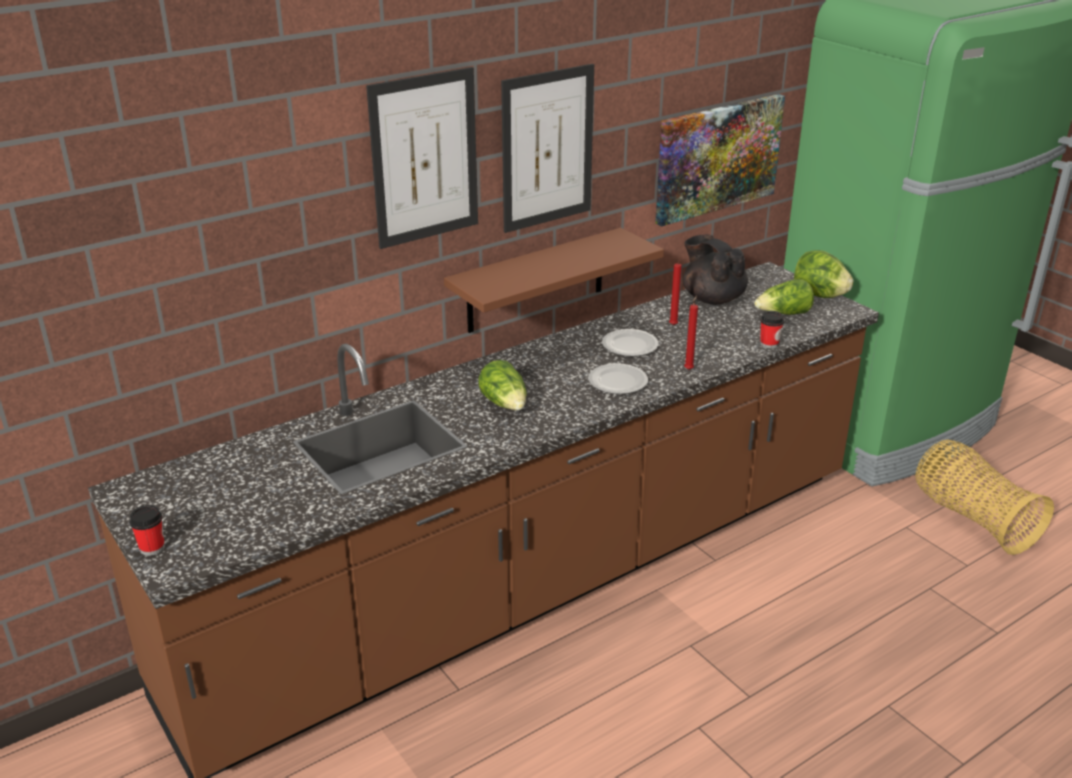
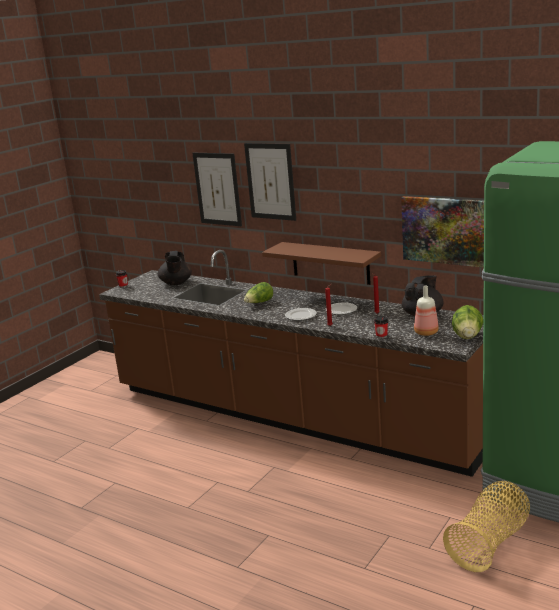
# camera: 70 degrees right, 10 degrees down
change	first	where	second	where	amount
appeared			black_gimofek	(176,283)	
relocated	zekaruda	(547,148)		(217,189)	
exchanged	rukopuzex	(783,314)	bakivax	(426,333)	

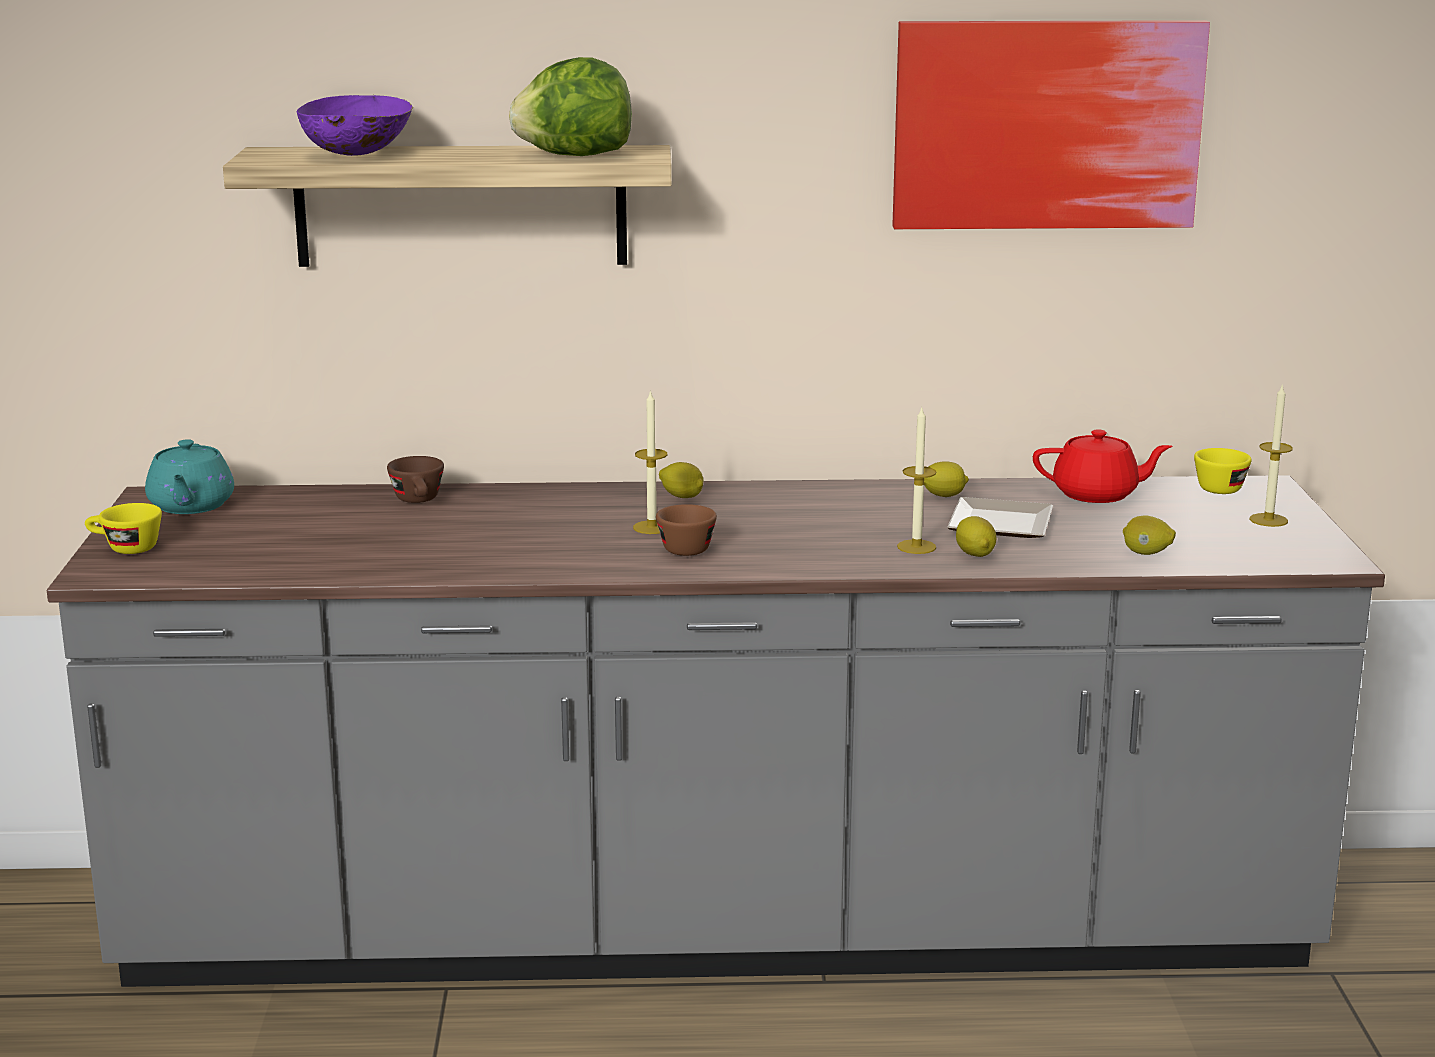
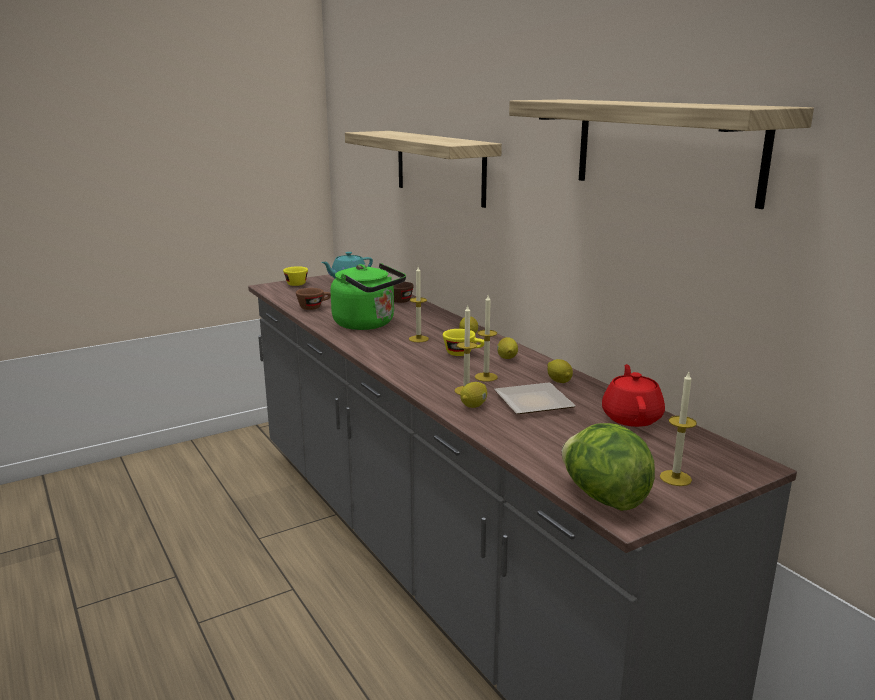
# camera: 60 degrees right, 0 degrees up
change	first	where	second	where	amount
relocated	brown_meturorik	(685,547)		(314,307)	
appeared			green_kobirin	(367,324)	
relocated	yellow_meturorik	(1223,487)		(463,353)	
appeared			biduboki	(486,377)	
relocated	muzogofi	(1146,553)		(507,358)	
exchanged	zekaruda	(1046,124)	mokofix	(664,148)	
relocated	rukopuzex	(575,156)		(603,497)	
spun	red_gimofek	(1097,494)		(631,417)	150 degrees counterclockwise
missing	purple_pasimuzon	(357,154)			

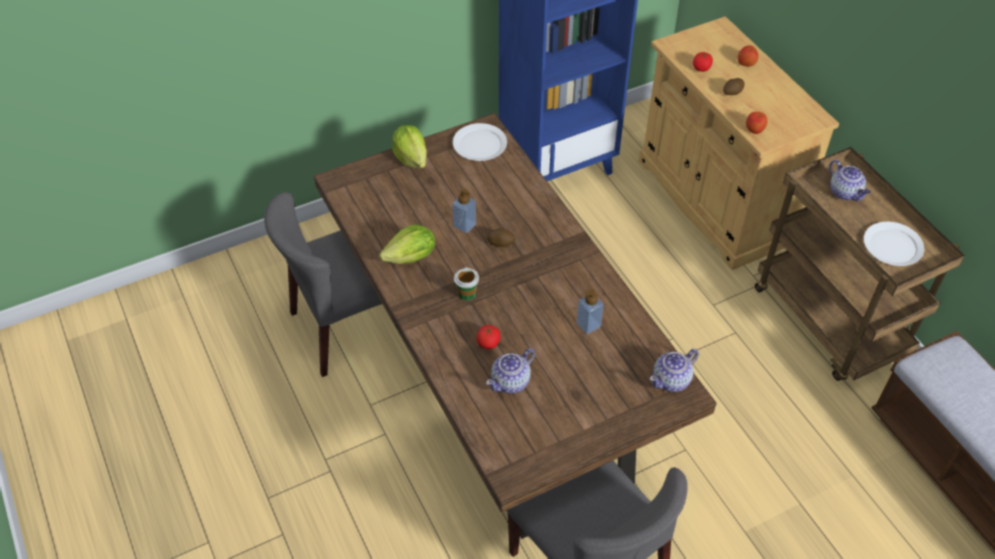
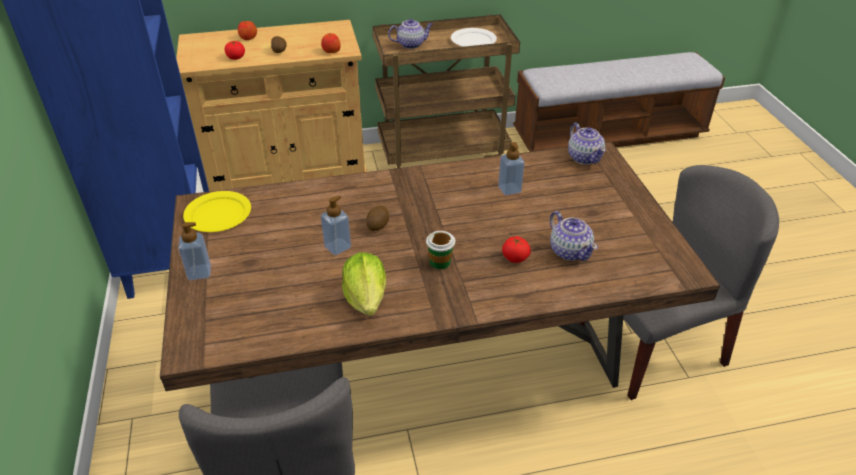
# camera: 75 degrees left, 10 degrees down
change	first	where	second	where	amount
exchanged	rukopuzex	(411,158)	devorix	(199,272)	
colour	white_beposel	(479,144)	yellow_beposel	(217,214)	

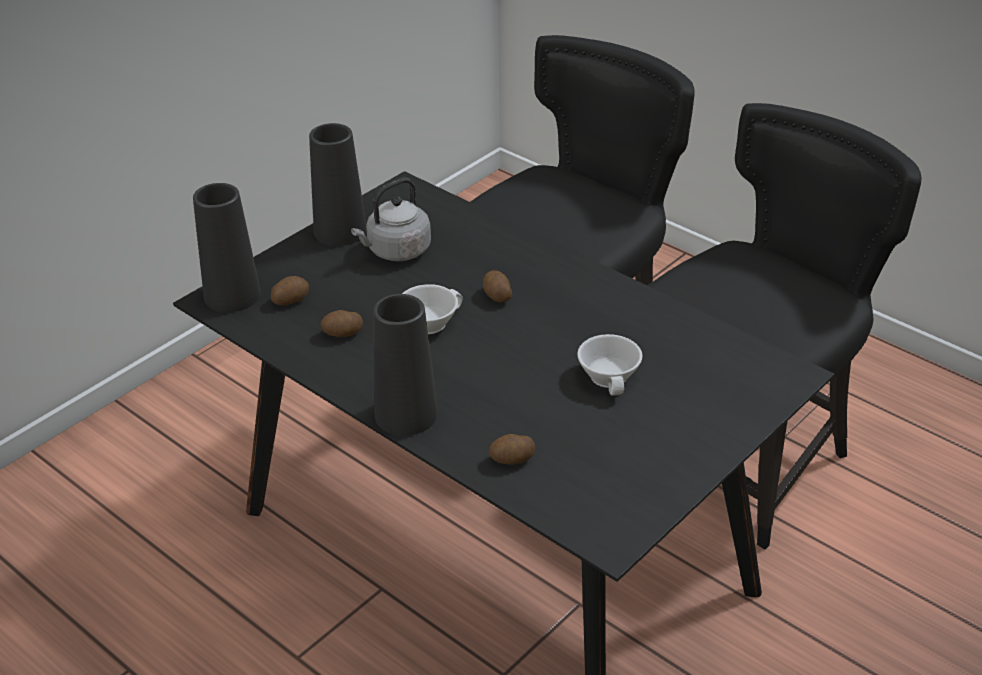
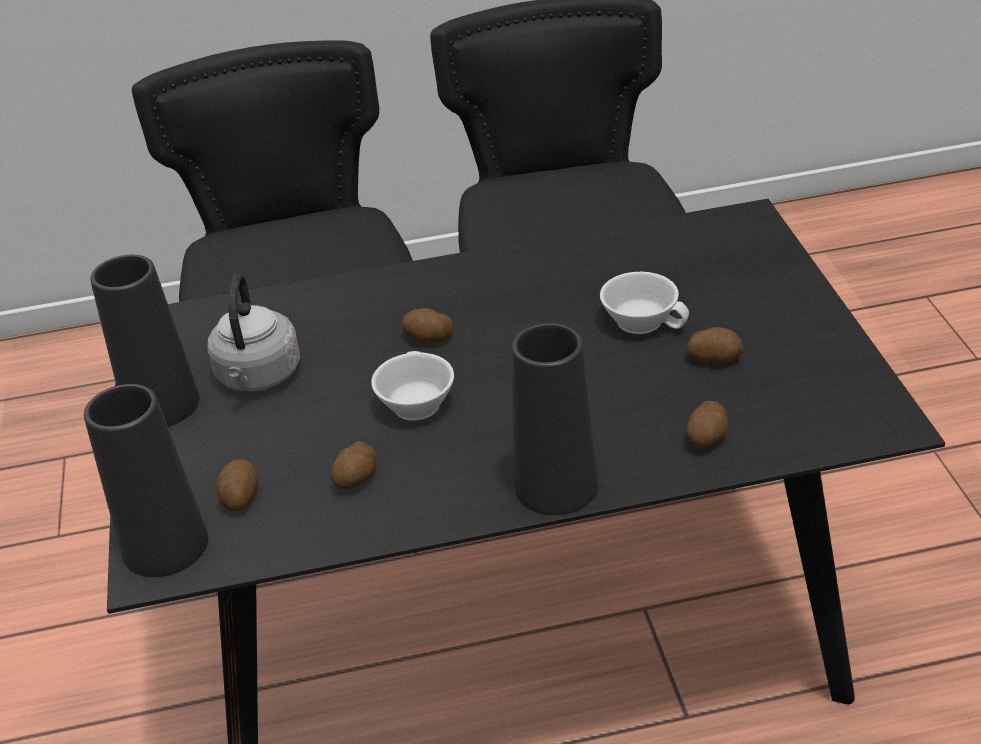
# camera: 50 degrees left, 0 degrees up
change	first	where	second	where	amount
appeared			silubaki	(714,358)	

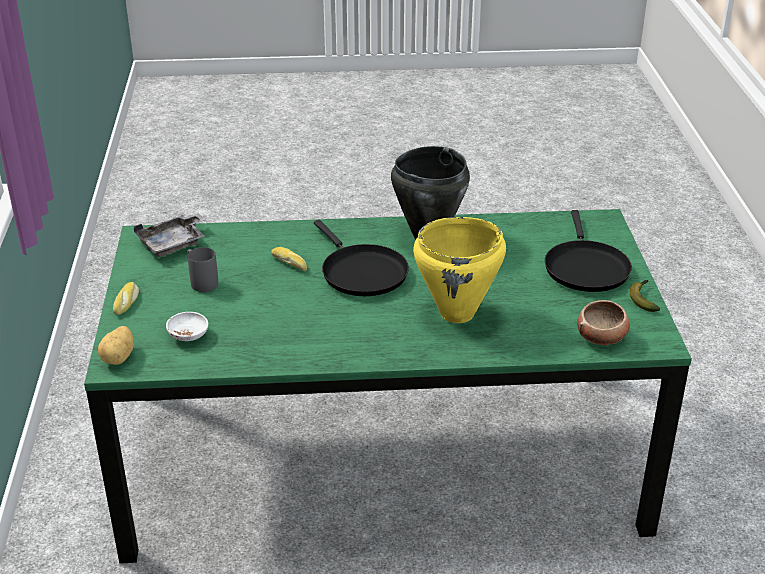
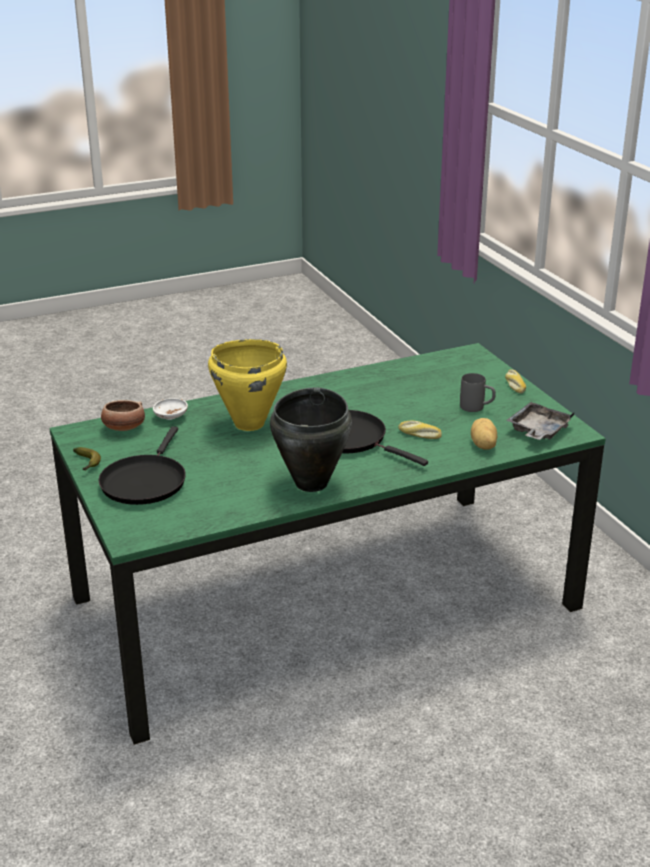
# camera: 160 degrees right, 5 degrees down
change	first	where	second	where	amount
spun	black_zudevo	(585,267)		(144,481)	150 degrees counterclockwise
relocated	white_pasimuzon	(188,336)		(171,417)	
relocated	silubaki	(119,358)		(482,445)	

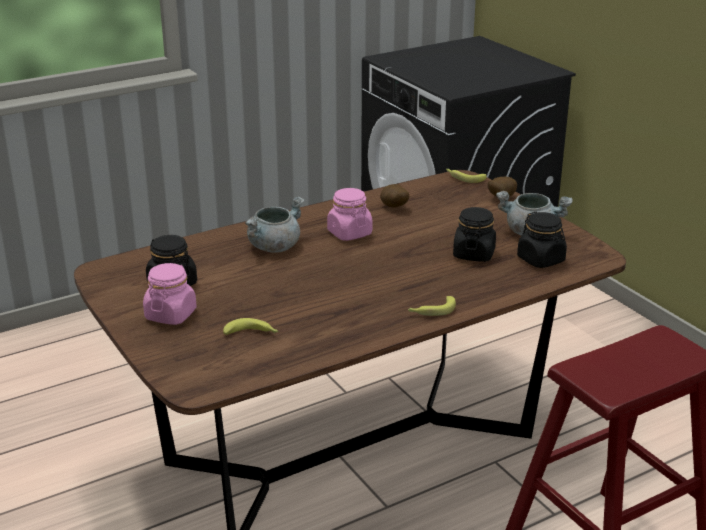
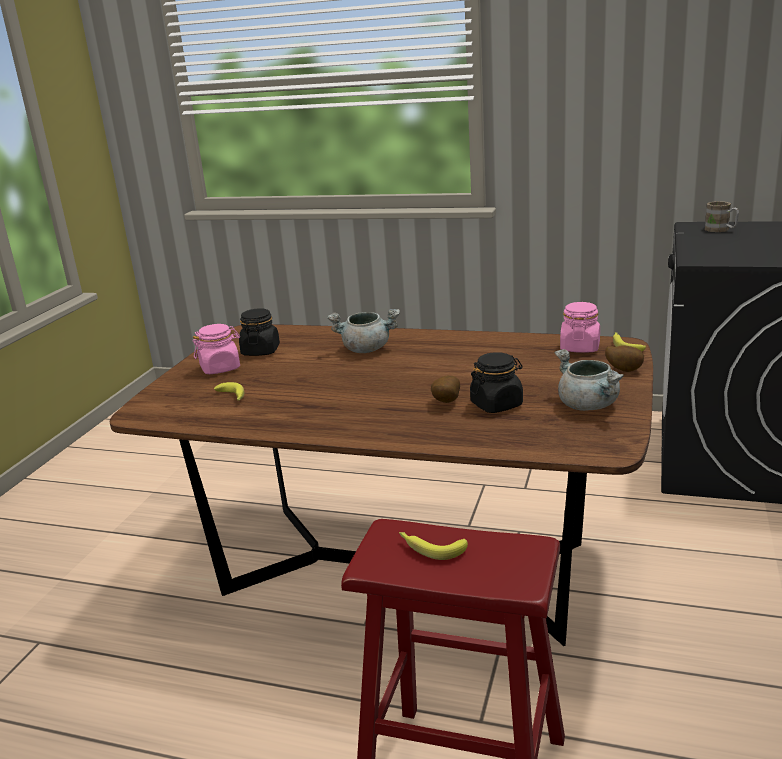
# camera: 50 degrees right, 5 degrees down
change	first	where	second	where	amount
relocated	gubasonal	(431,311)		(431,548)	
relocated	silubaki	(393,207)		(445,403)	
relocated	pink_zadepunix	(349,233)		(580,347)	
appeared			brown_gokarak	(721,230)	
missing	black_zadepunix	(541,260)			

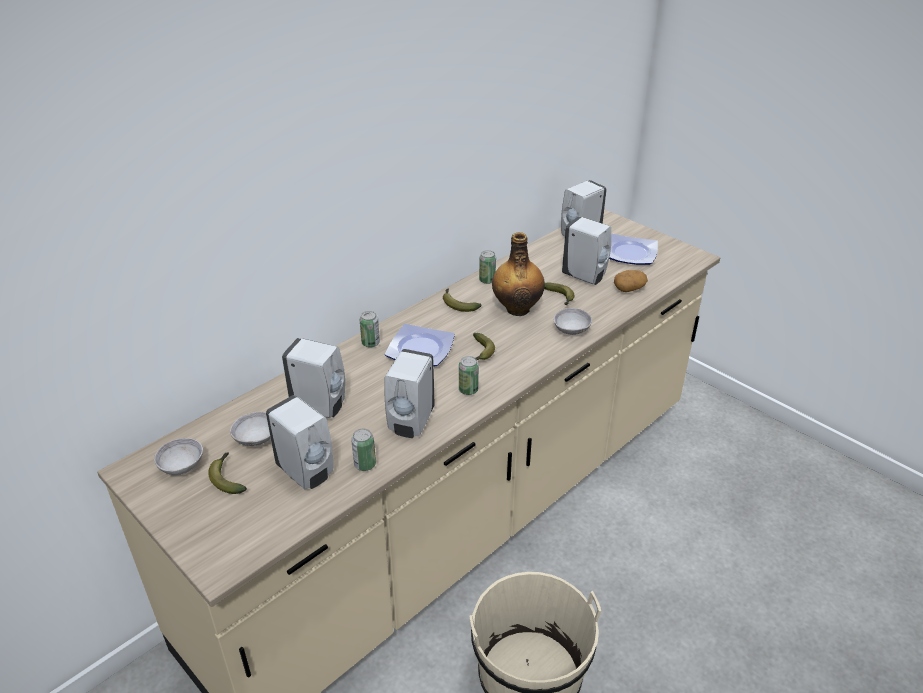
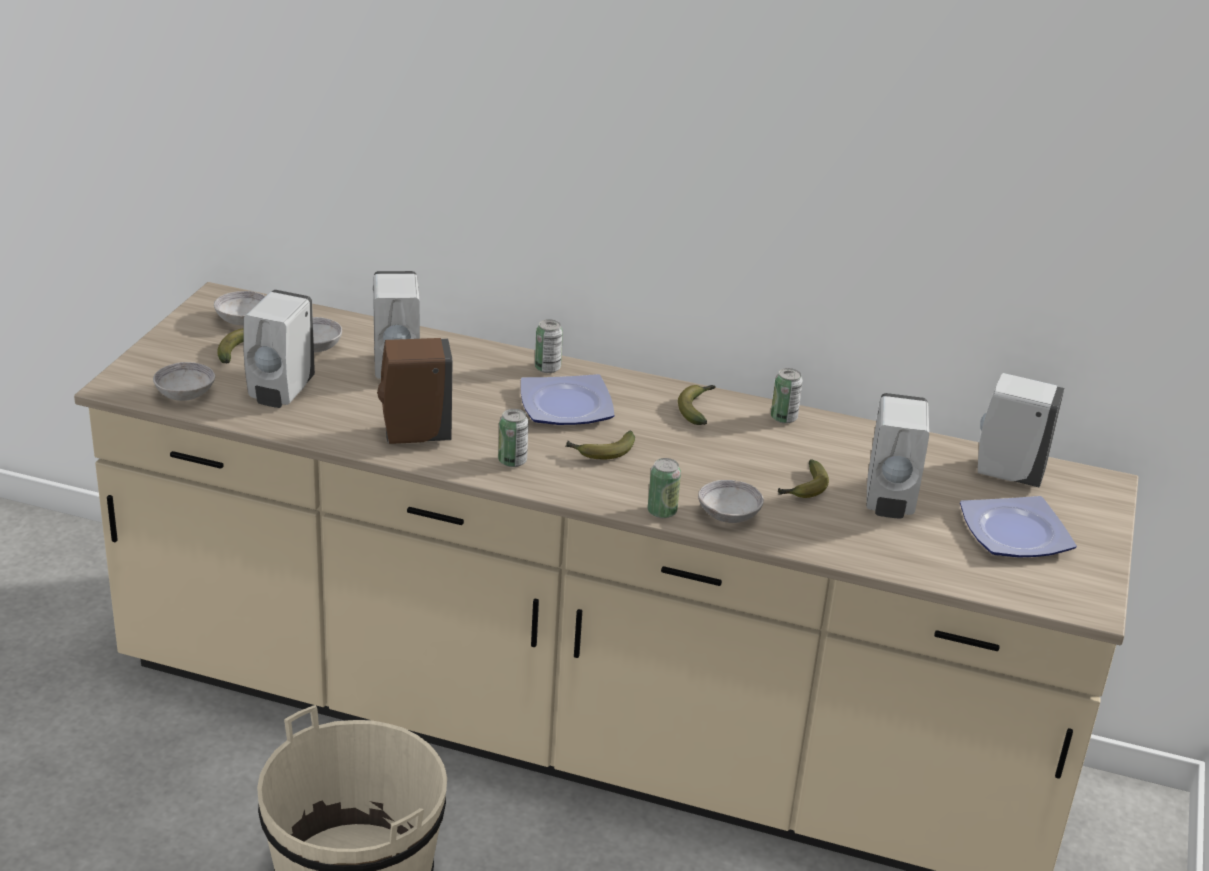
# camera: 60 degrees right, 5 degrees down
change	first	where	second	where	amount
appeared			grey_pasimuzon	(185,395)	
colour	white_devorix	(411,423)	brown_devorix	(413,436)	
relocated	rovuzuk	(365,464)		(662,512)	
missing	bakivax	(517,308)			
missing	silubaki	(629,288)			

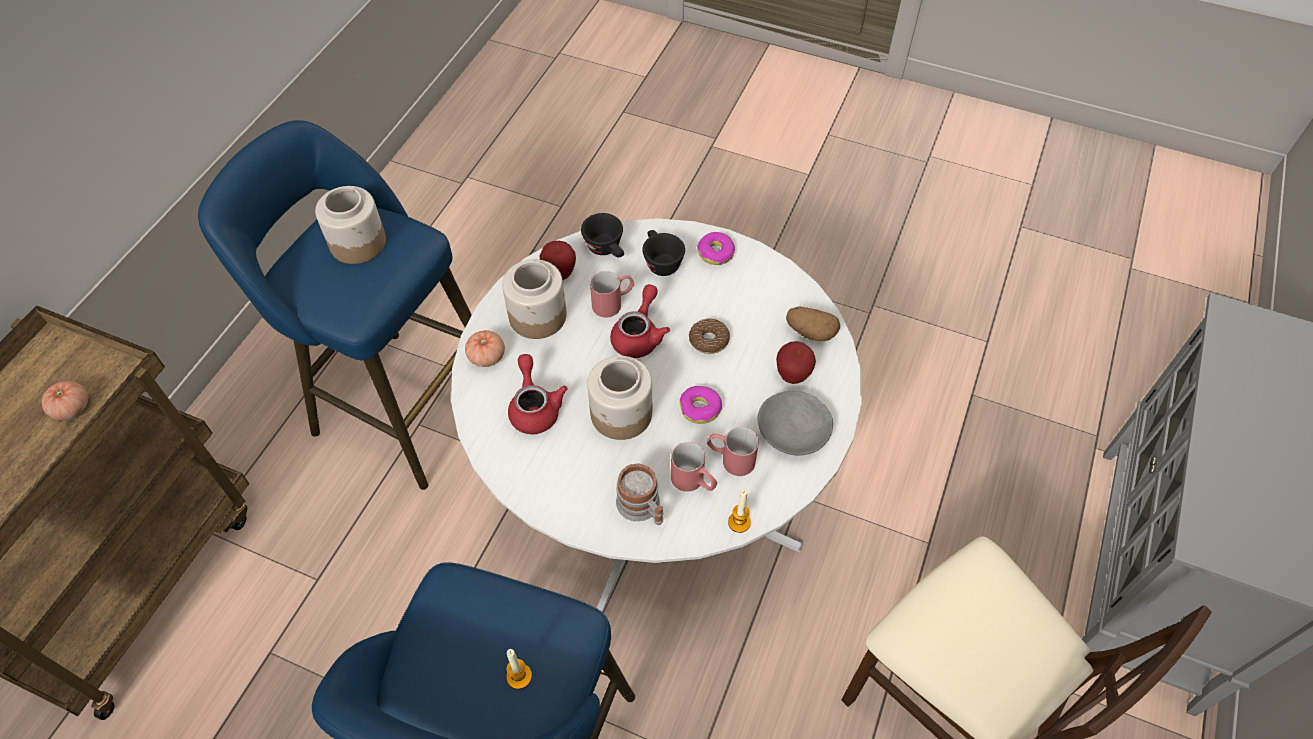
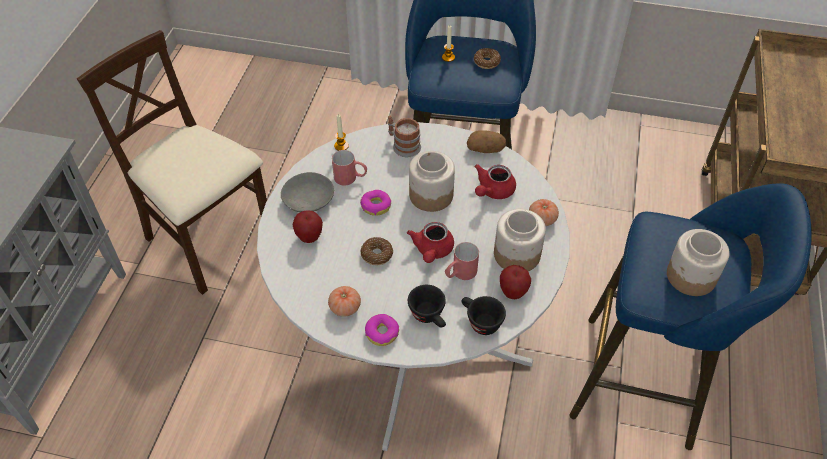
# camera: 170 degrees right, 5 degrees down
change	first	where	second	where	amount
relocated	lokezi	(72,408)		(345,307)	
relocated	silubaki	(810,332)		(485,149)	
appeared			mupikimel	(486,62)	
spun	red_gimofek	(535,407)		(492,191)	60 degrees clockwise
missing	red_gokarak	(694,482)			

